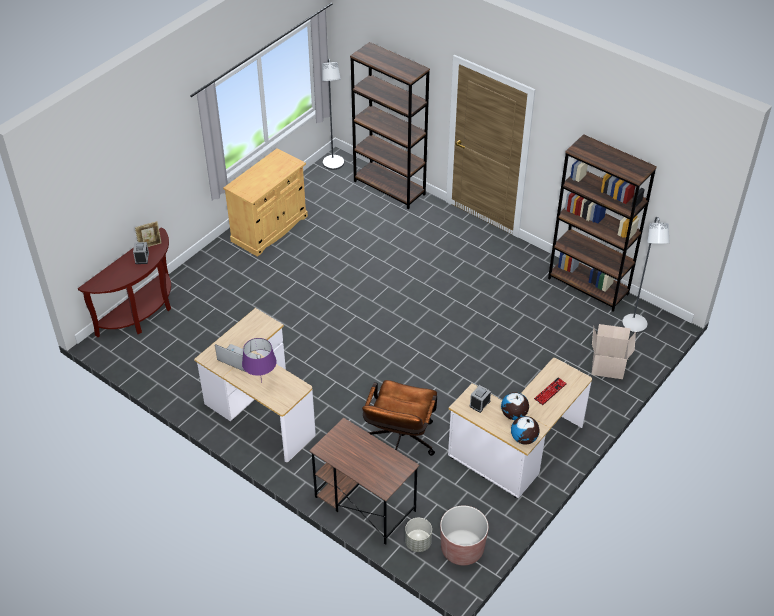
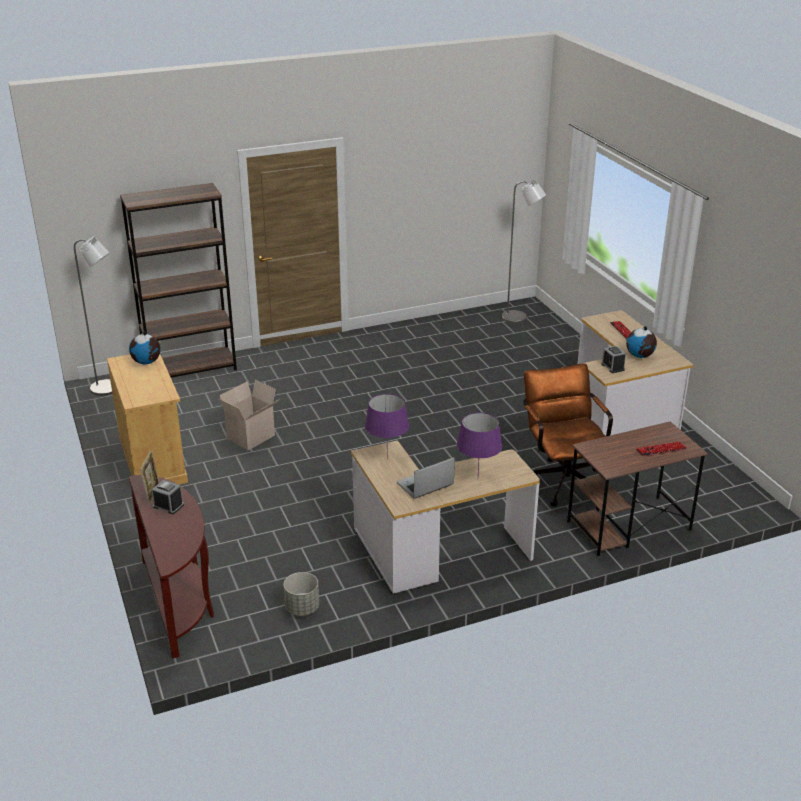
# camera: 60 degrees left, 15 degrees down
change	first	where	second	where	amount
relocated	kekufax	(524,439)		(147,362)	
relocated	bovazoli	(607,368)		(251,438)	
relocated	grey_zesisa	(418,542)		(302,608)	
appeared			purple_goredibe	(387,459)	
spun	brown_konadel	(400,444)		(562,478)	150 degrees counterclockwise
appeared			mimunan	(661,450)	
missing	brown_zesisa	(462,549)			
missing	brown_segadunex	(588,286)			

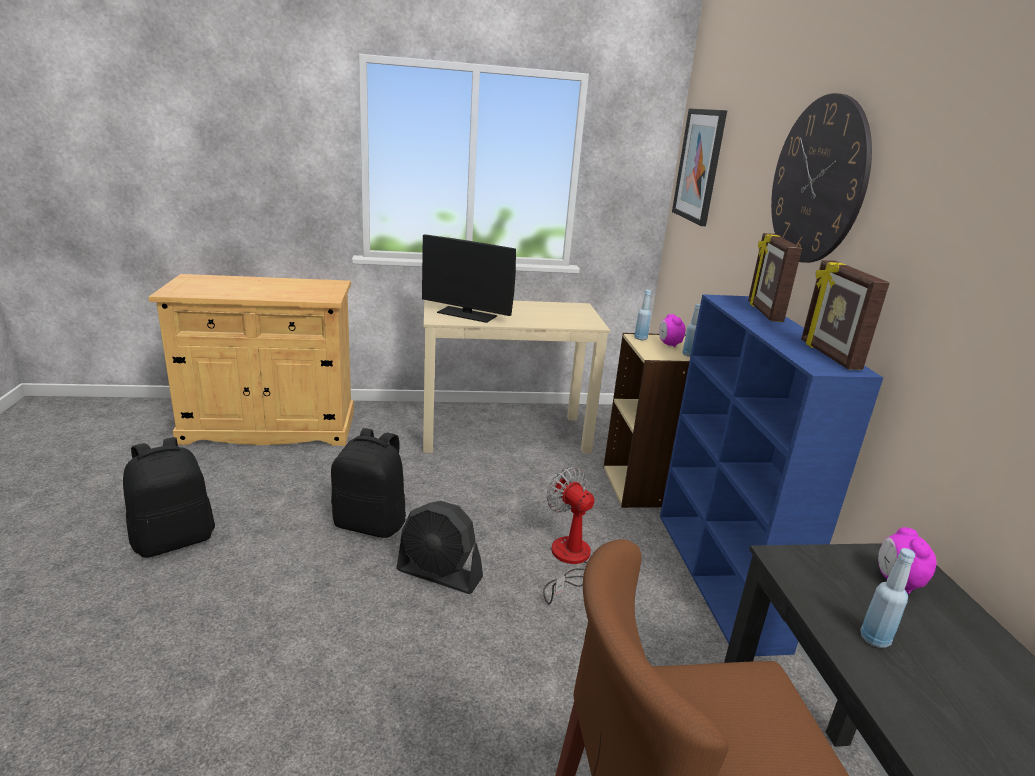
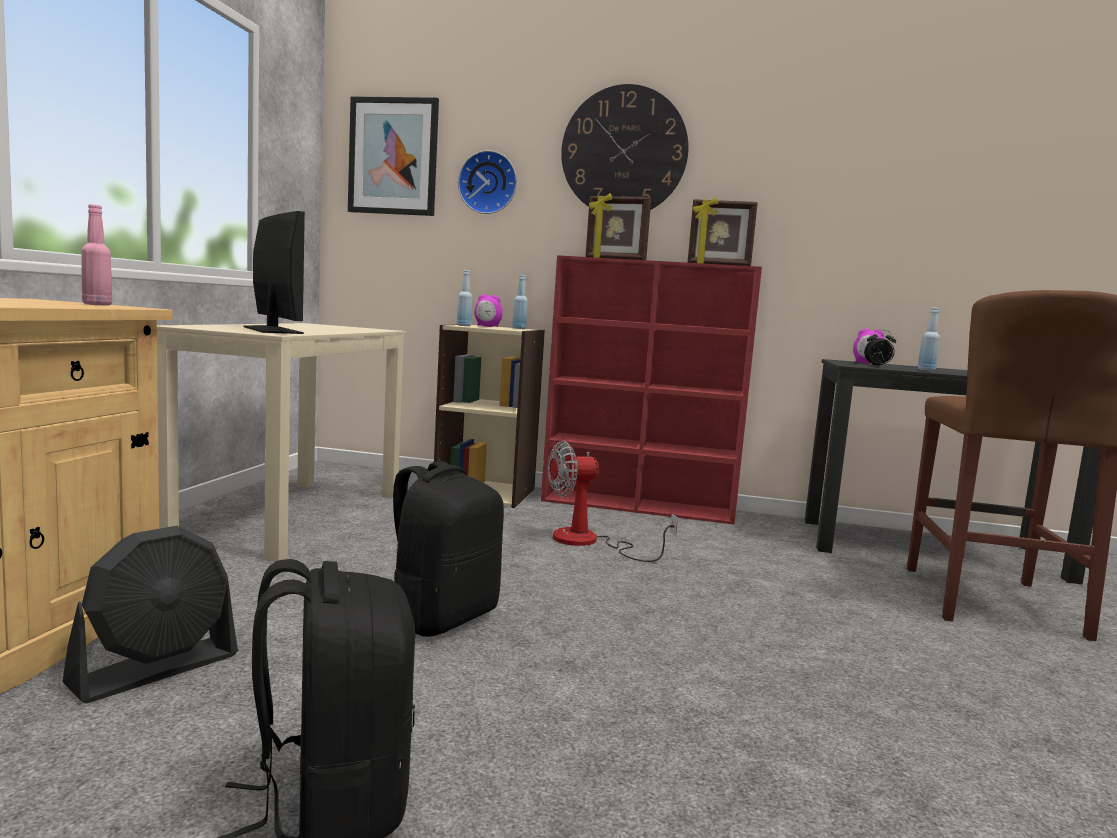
# camera: 70 degrees left, 15 degrees down
change	first	where	second	where	amount
relocated	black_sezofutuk	(439,574)		(156,669)	
appeared			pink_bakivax	(97,305)	
spun	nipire	(467,314)		(272,330)	75 degrees counterclockwise
appeared			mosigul	(488,183)	
colour	blue_segadunex	(719,577)	red_segadunex	(639,506)	
appeared			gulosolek	(877,366)	

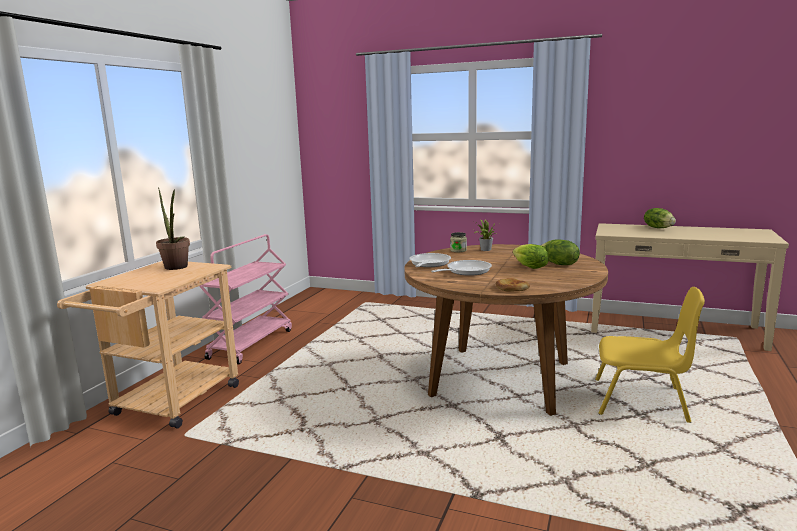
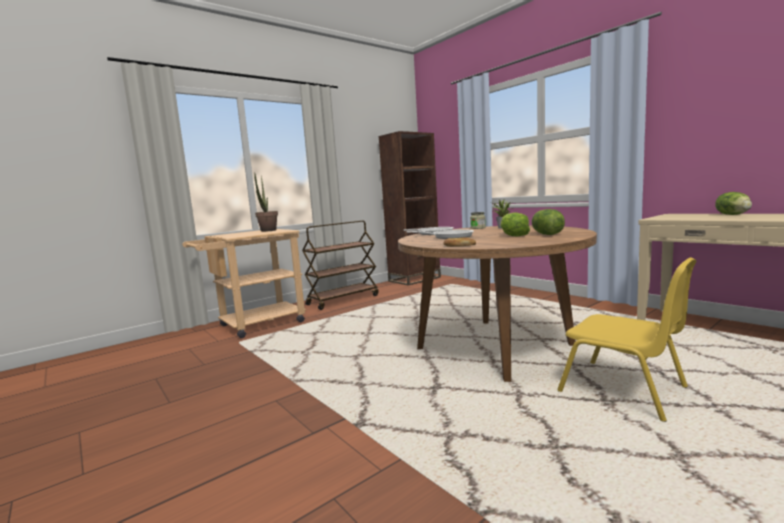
# camera: 30 degrees right, 5 degrees down
change	first	where	second	where	amount
colour	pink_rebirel	(251,343)	brown_rebirel	(343,300)	
appeared			brown_segadunex	(414,279)	

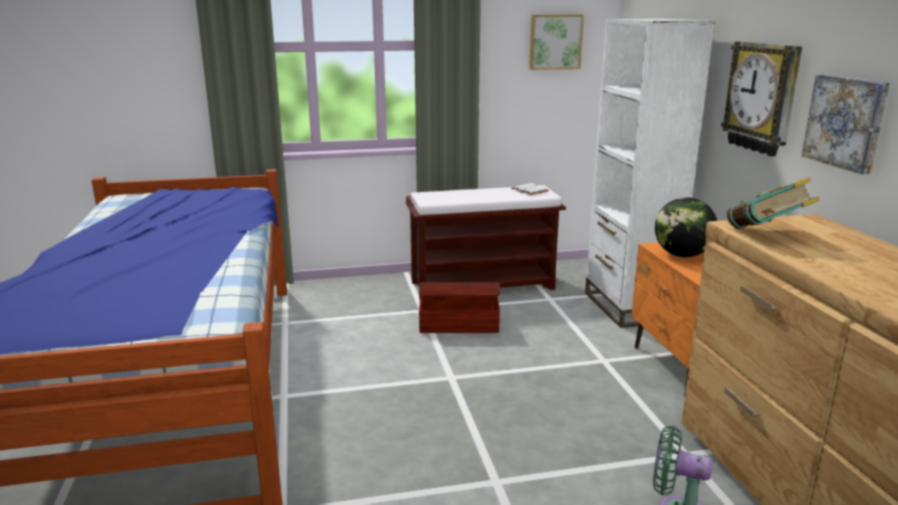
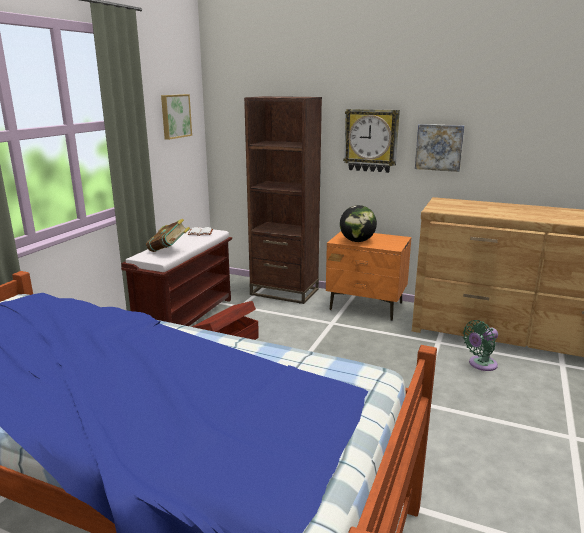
# camera: 55 degrees left, 0 degrees up
change	first	where	second	where	amount
relocated	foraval	(766,235)		(169,251)	
colour	white_segadunex	(628,307)	brown_segadunex	(284,292)	

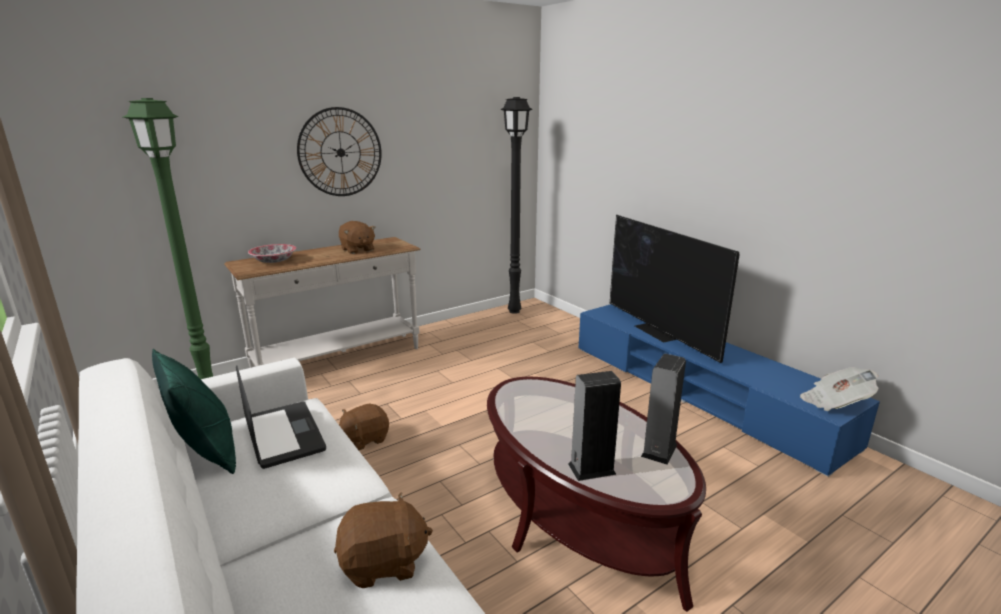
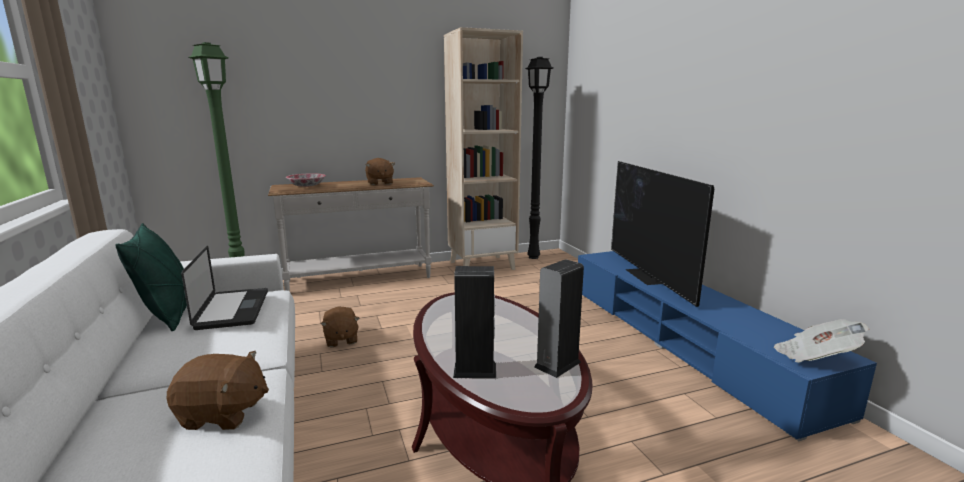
# camera: 15 degrees right, 5 degrees down
change	first	where	second	where	amount
spun	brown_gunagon	(365,439)		(341,339)	90 degrees counterclockwise
appeared			beige_segadunex	(482,265)	
missing	mosigul	(340,152)			

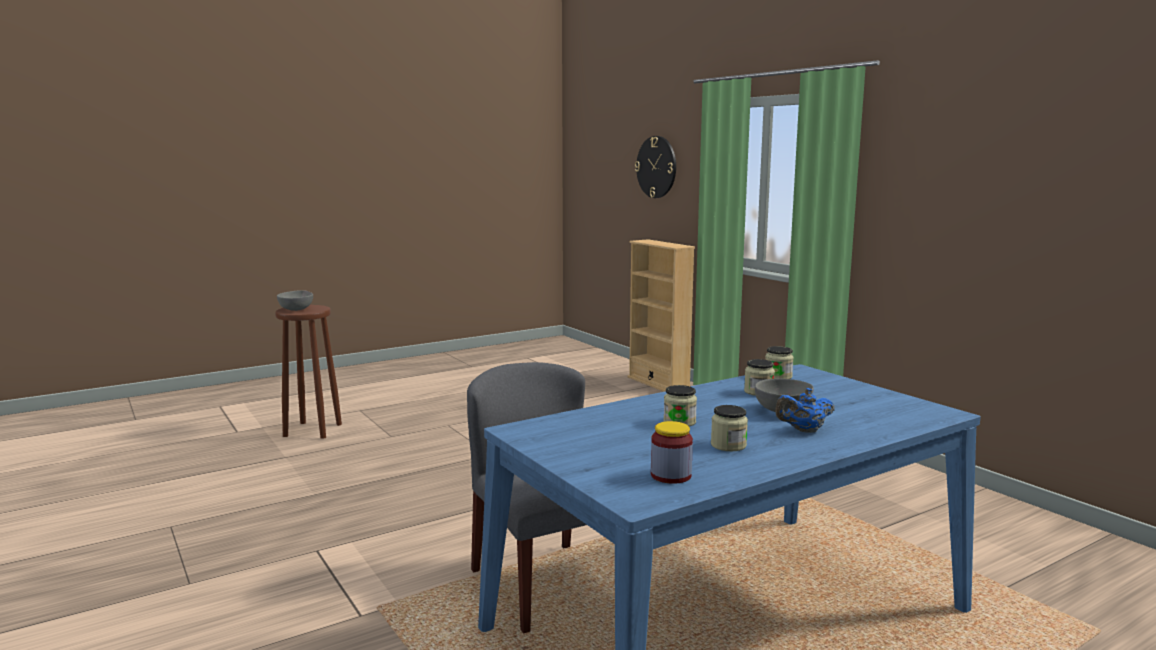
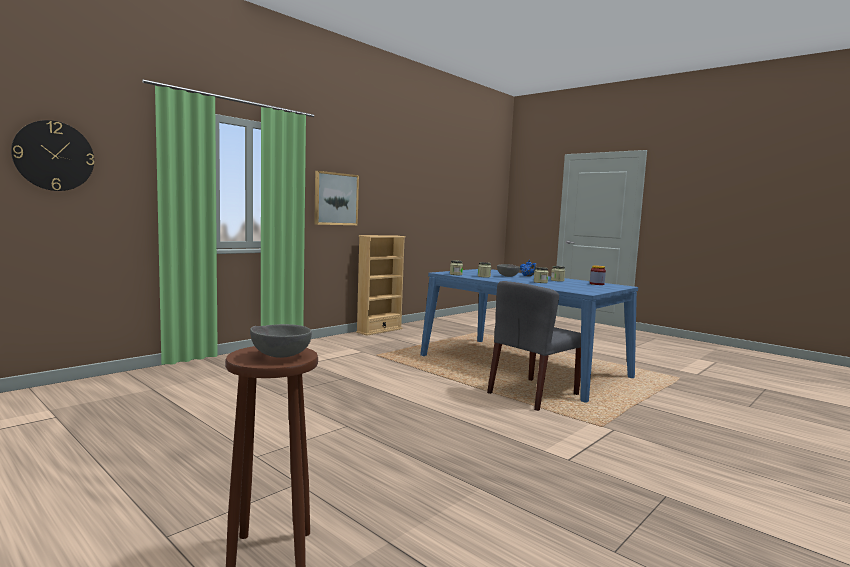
# camera: 105 degrees left, 5 degrees down
change	first	where	second	where	amount
appeared			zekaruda	(336,199)	
relocated	beige_segadunex	(658,384)		(379,330)	

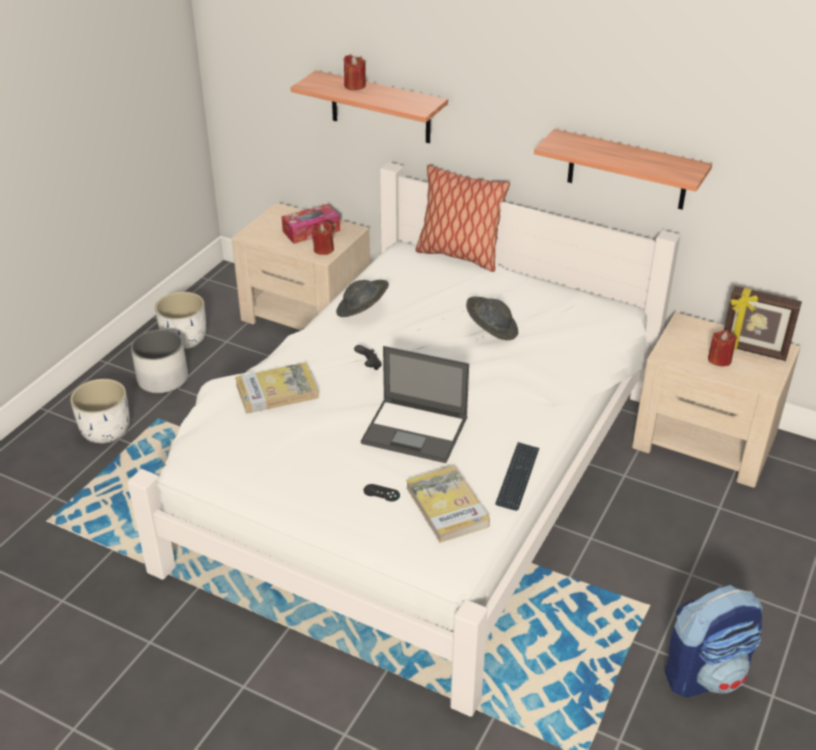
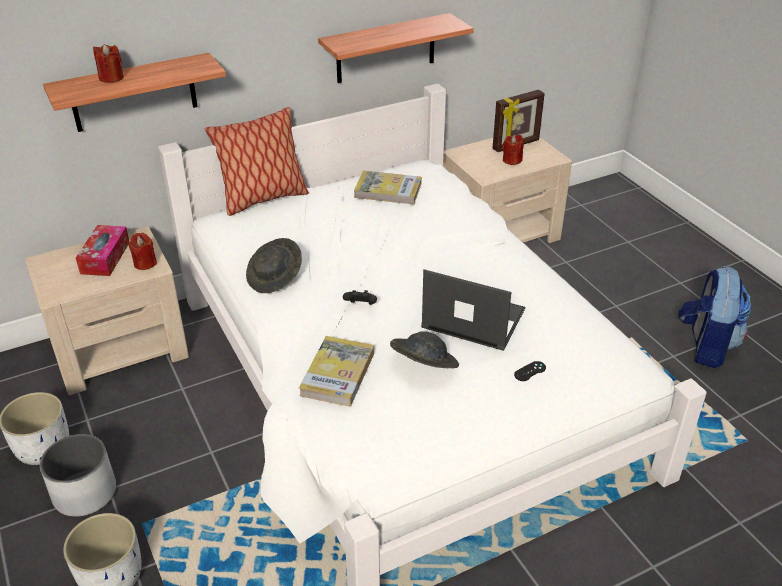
# camera: 55 degrees left, 0 degrees up
change	first	where	second	where	amount
relocated	foraval	(447,507)		(388,190)	
relocated	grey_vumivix	(491,329)		(423,366)	
spun	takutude	(416,431)		(472,318)	120 degrees counterclockwise
missing	mimunan	(517,477)			

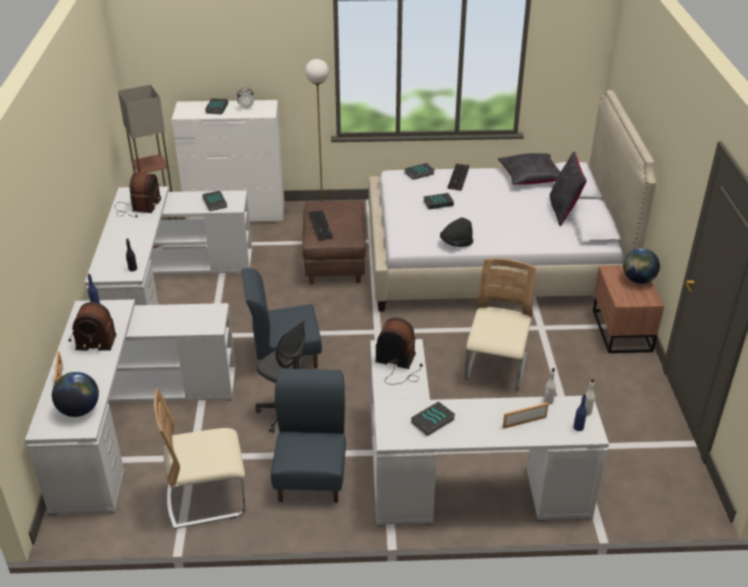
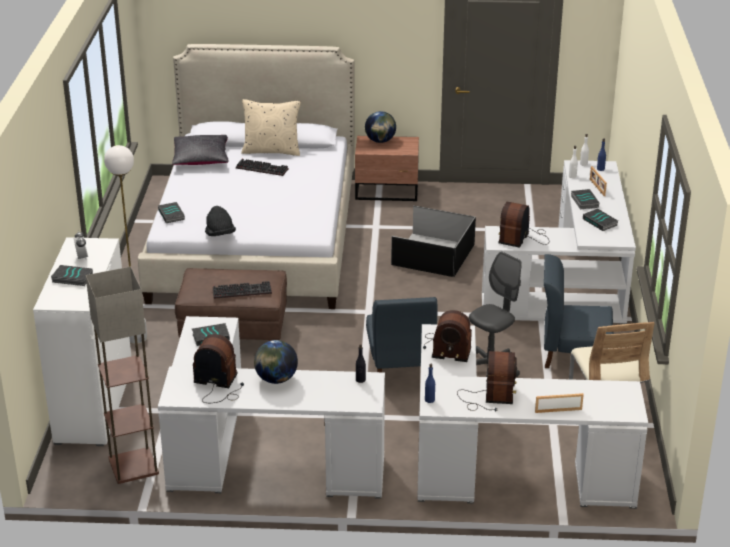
# camera: 85 degrees left, 5 degrees down
change	first	where	second	where	amount
relocated	black_vumivix	(456,243)		(220,234)	
relocated	mimunan	(459,178)		(263,168)	
colour	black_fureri	(563,210)	beige_fureri	(271,150)	
relocated	kekufax	(79,410)		(276,379)	
exchanged	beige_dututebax	(496,369)	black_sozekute	(433,254)	
appeared			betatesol	(446,348)	
relocated	foraval	(438,203)		(584,201)	

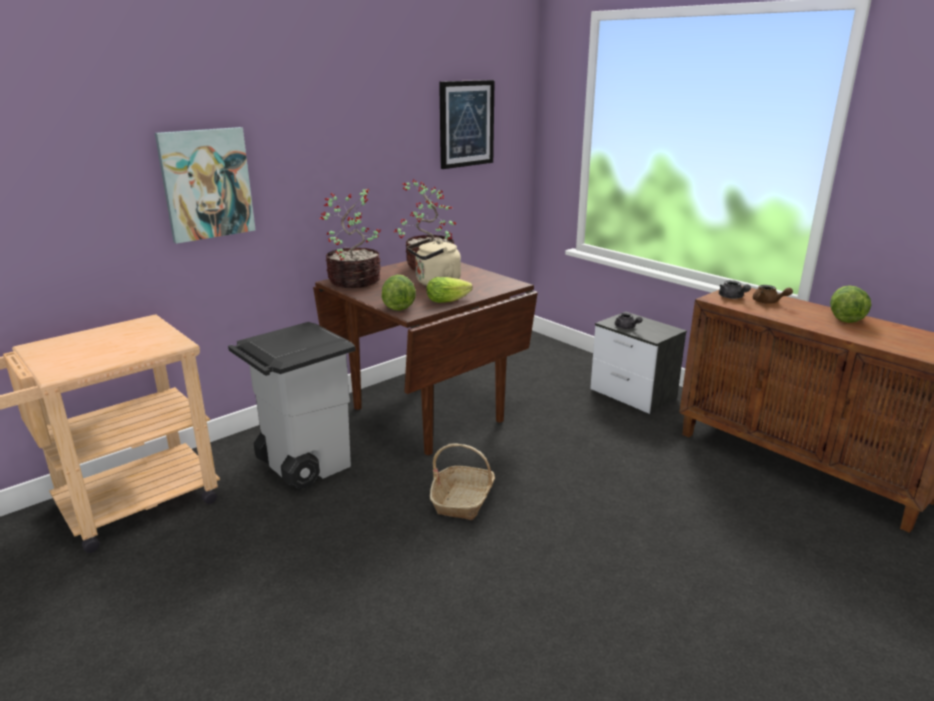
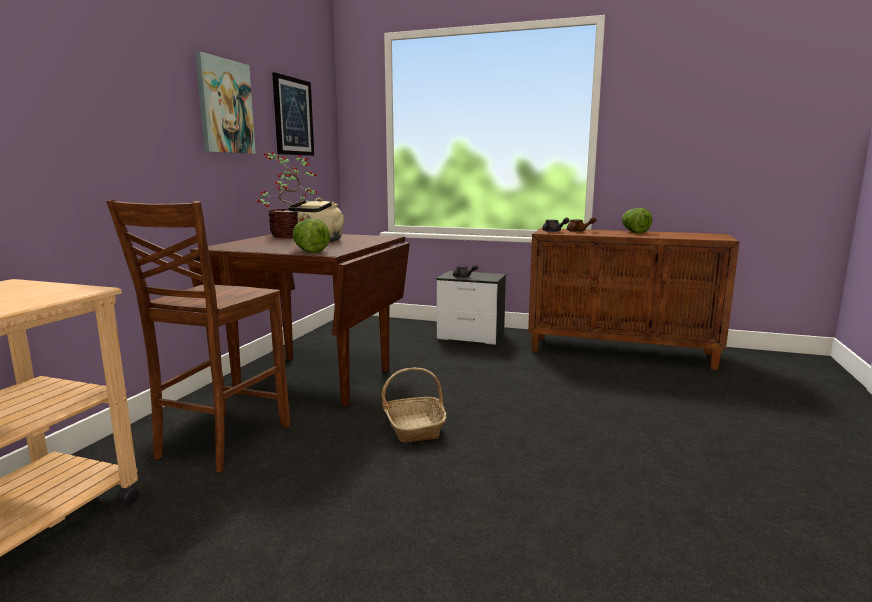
# camera: 30 degrees left, 10 degrees down
change	first	where	second	where	amount
exchanged	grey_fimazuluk	(303,464)	brown_dututebax	(220,442)	
relocated	zekaruda	(206,184)		(225,106)	
missing	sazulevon	(356,281)			
missing	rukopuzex	(450,300)			

